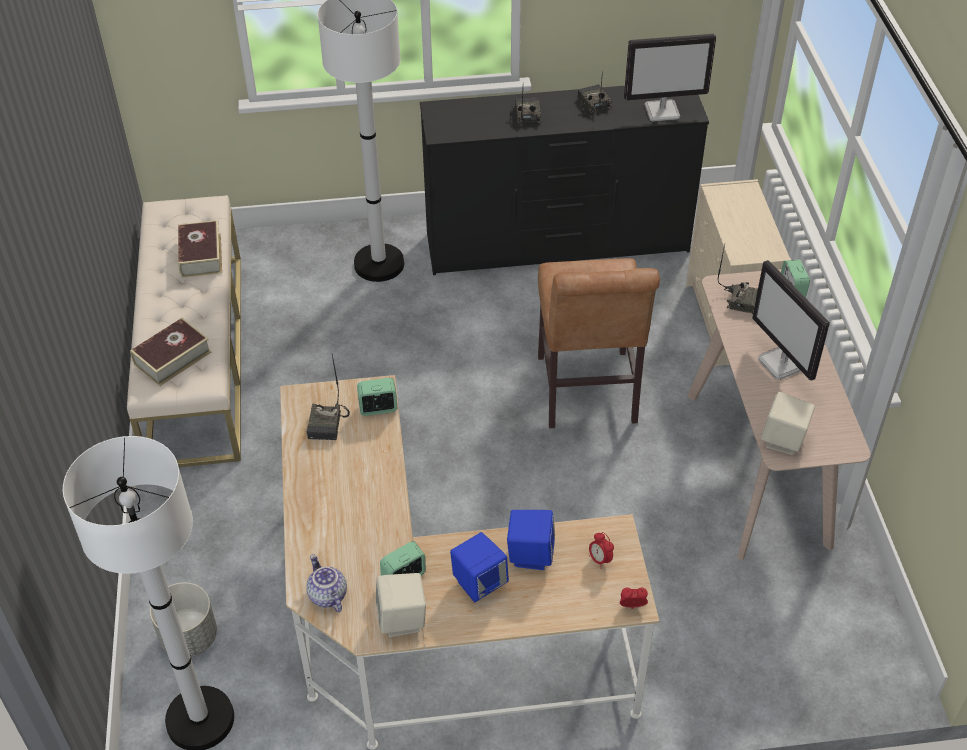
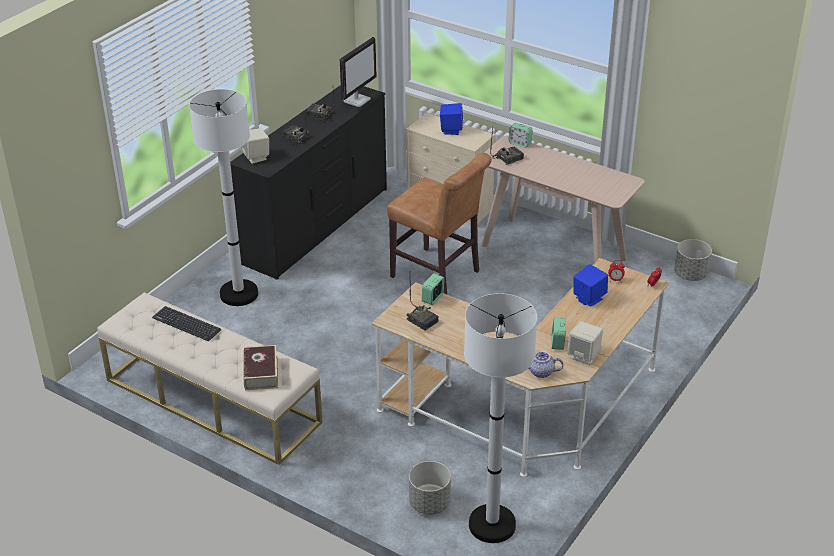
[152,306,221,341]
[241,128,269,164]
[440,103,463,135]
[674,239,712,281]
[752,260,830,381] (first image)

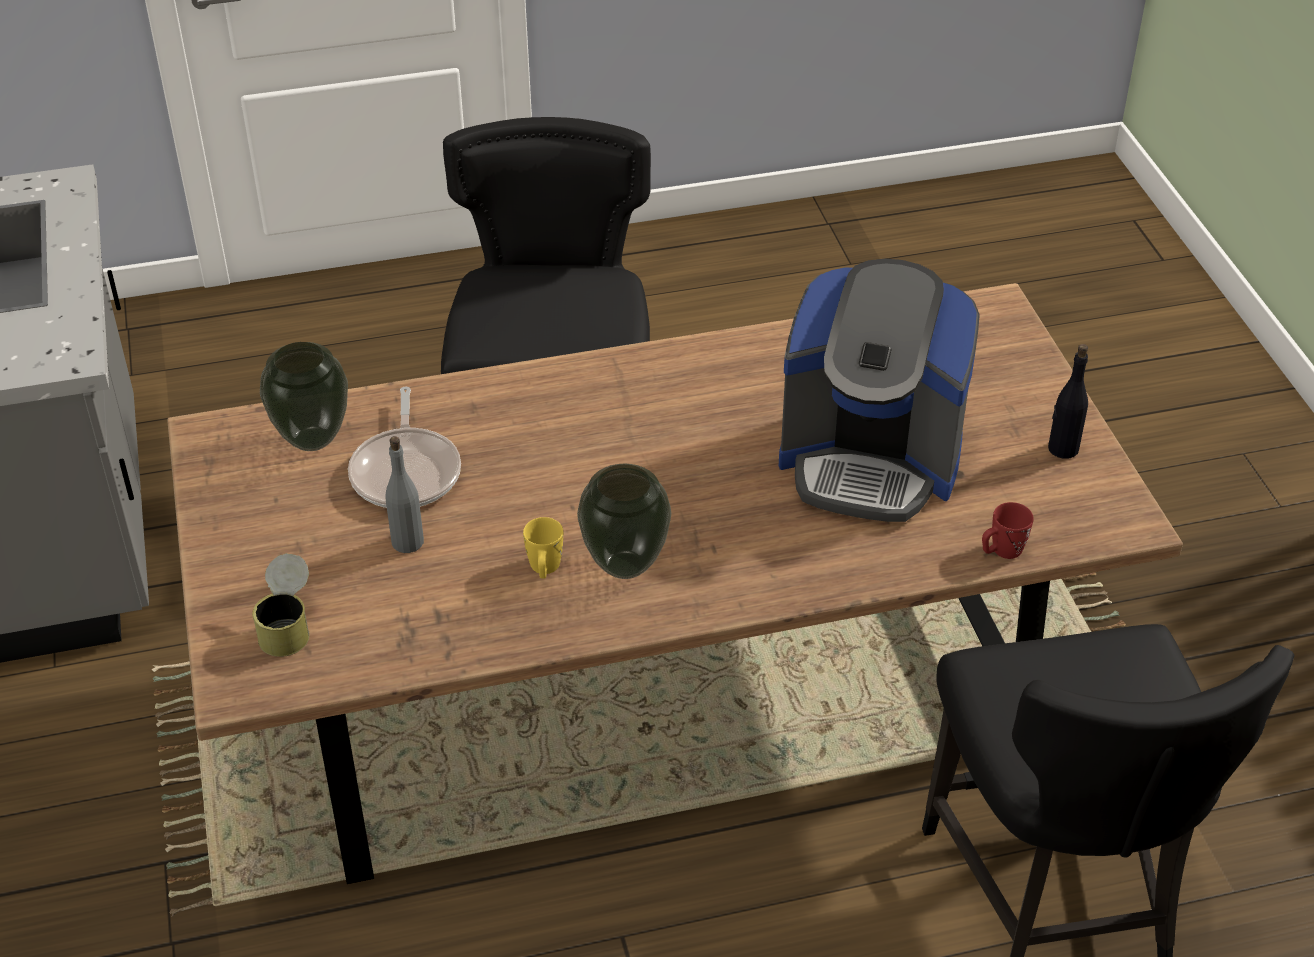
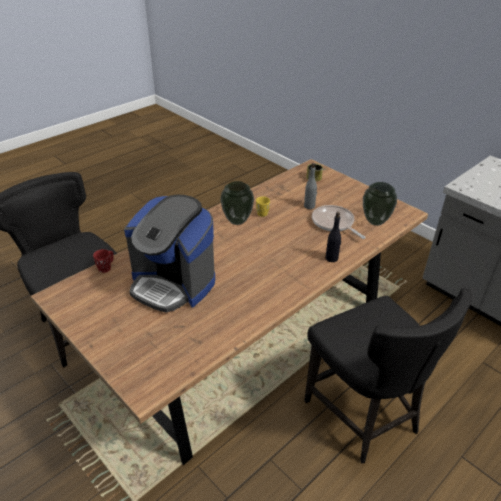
[124,195,215,313]
[325,212,341,262]

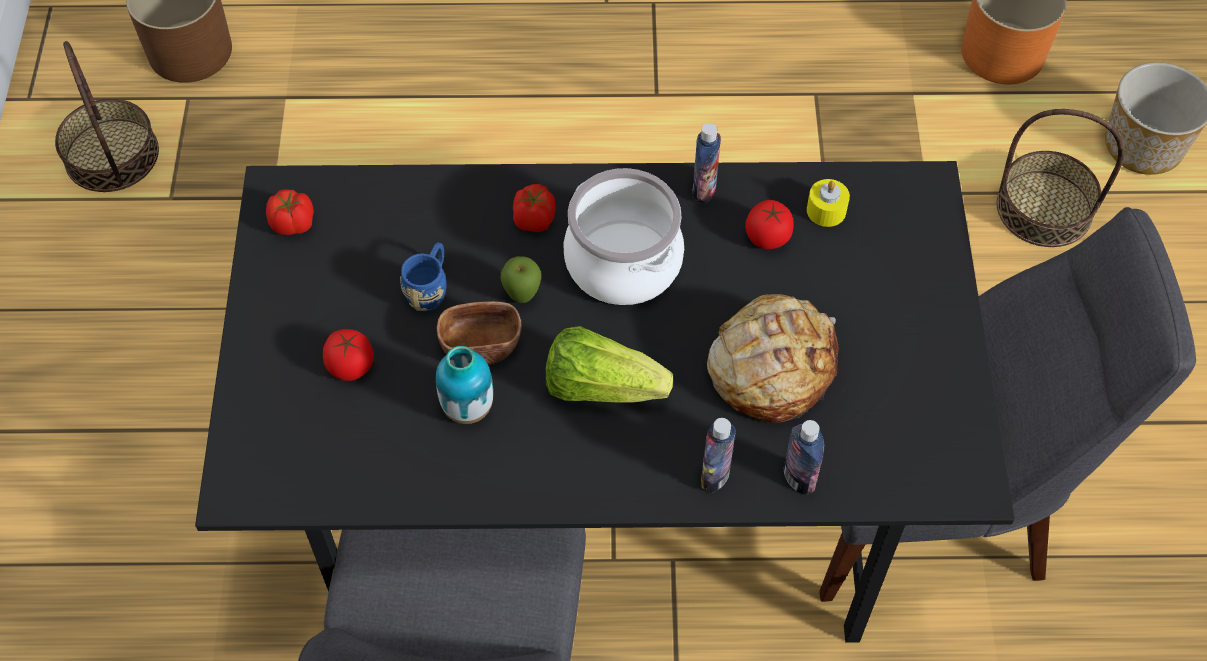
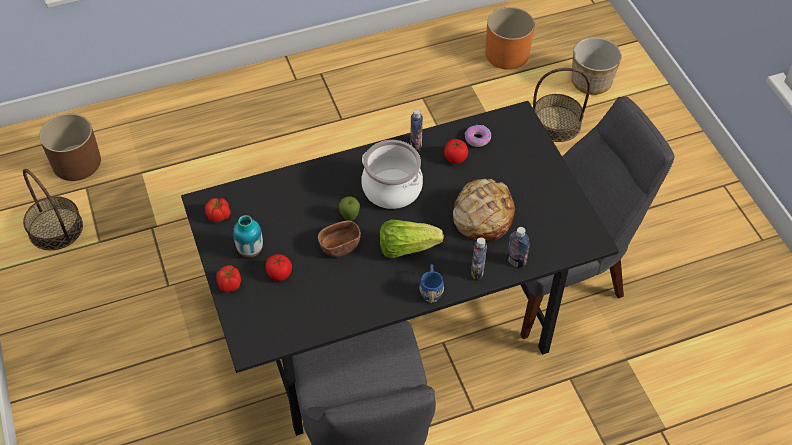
[216,265,241,292]
[233,215,263,257]
[419,264,444,303]
[464,124,491,147]

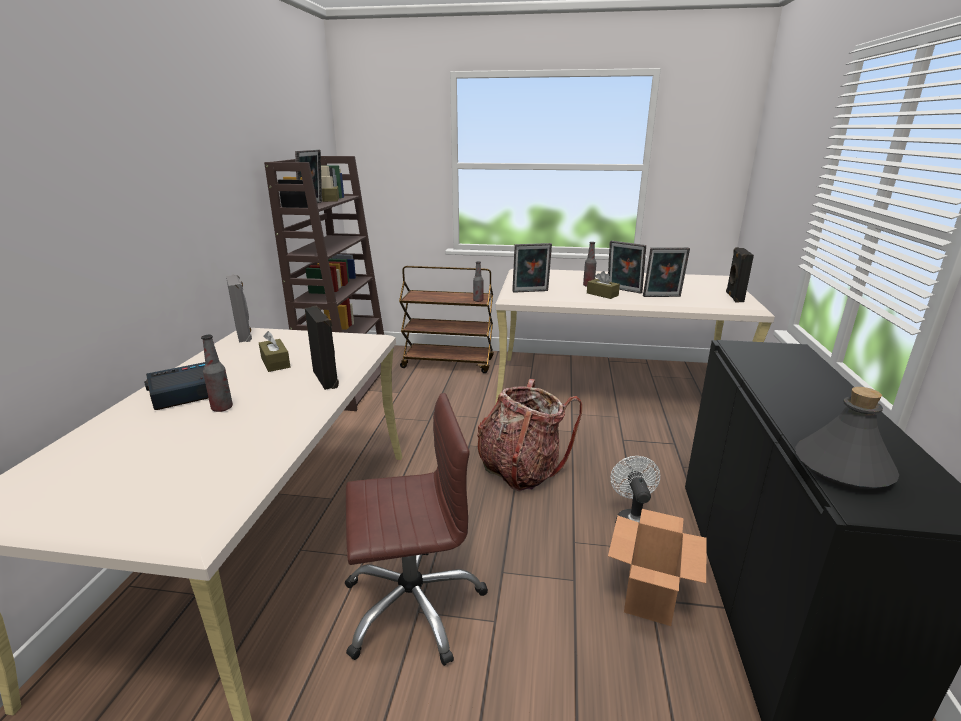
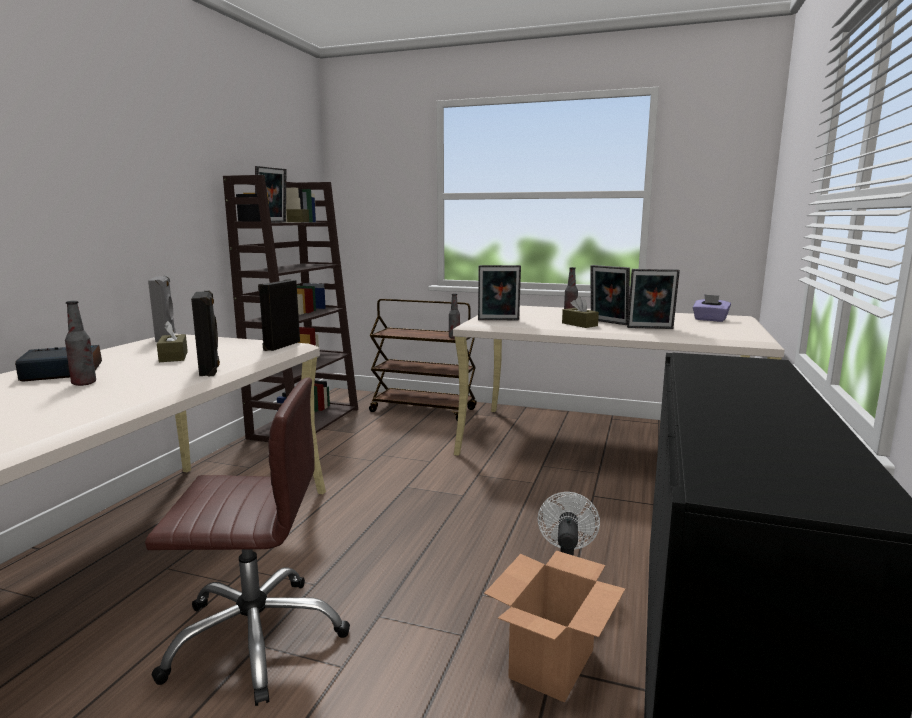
[258,279,300,351]
[692,294,731,322]
[477,379,582,492] (first image)
[795,387,899,490] (first image)

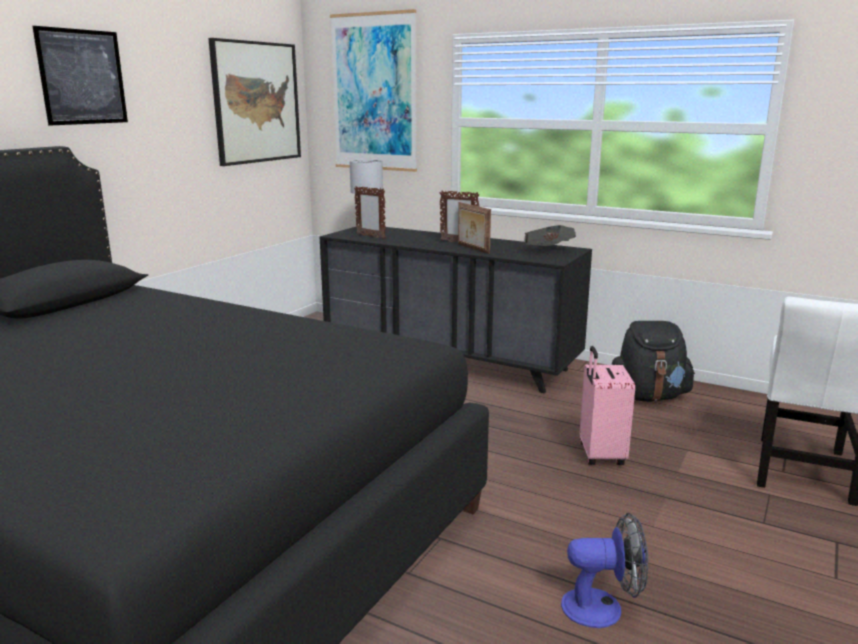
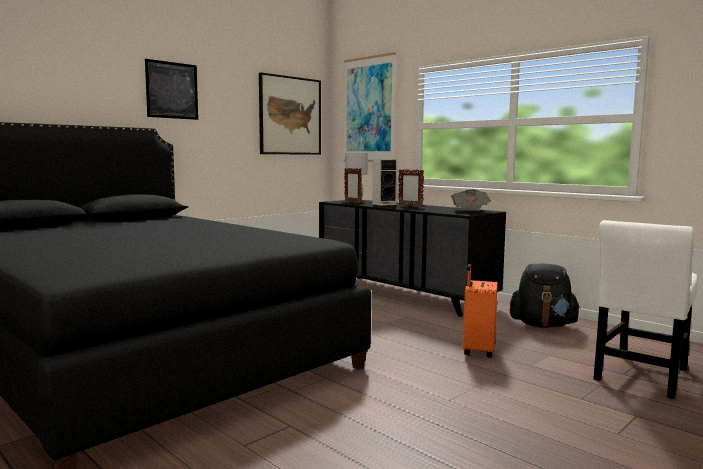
[372,159,397,206]
[463,264,498,358]
[458,202,491,254] (first image)
[561,513,648,628] (first image)

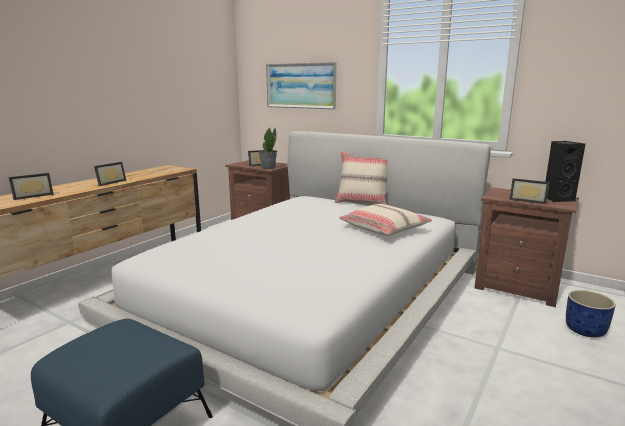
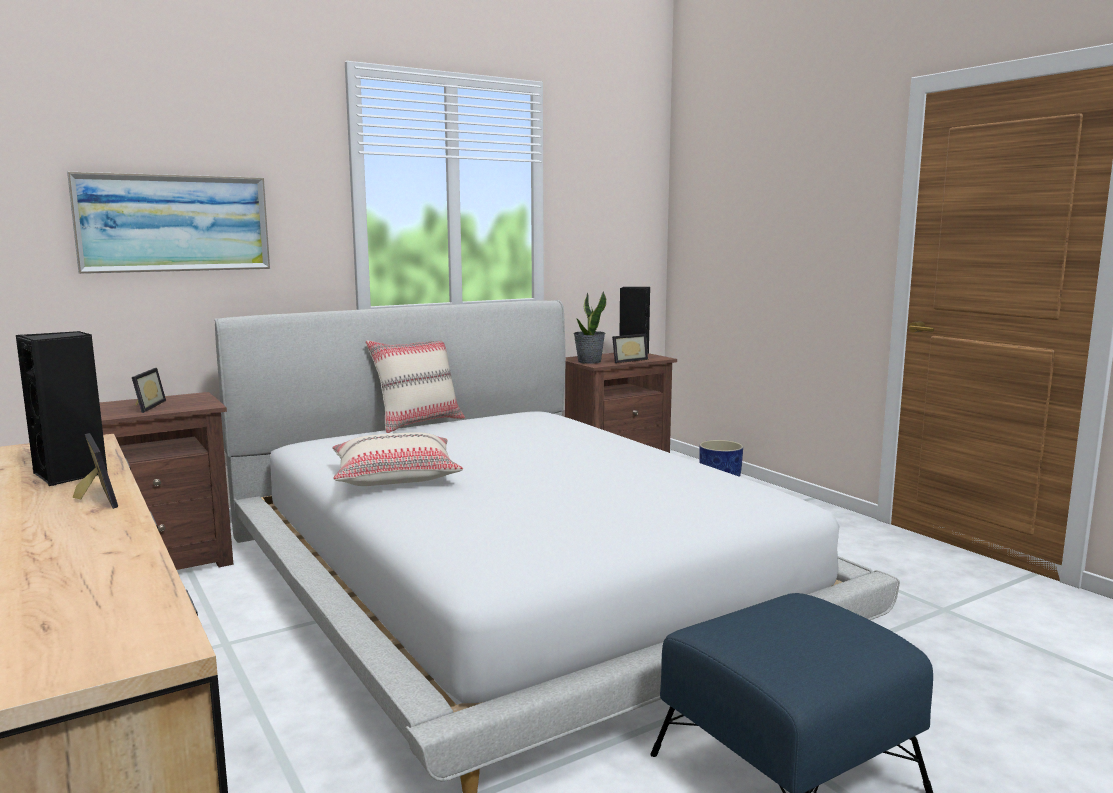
[16,331,108,486]
[332,432,463,486]
[574,291,606,364]
[9,173,54,200] (first image)

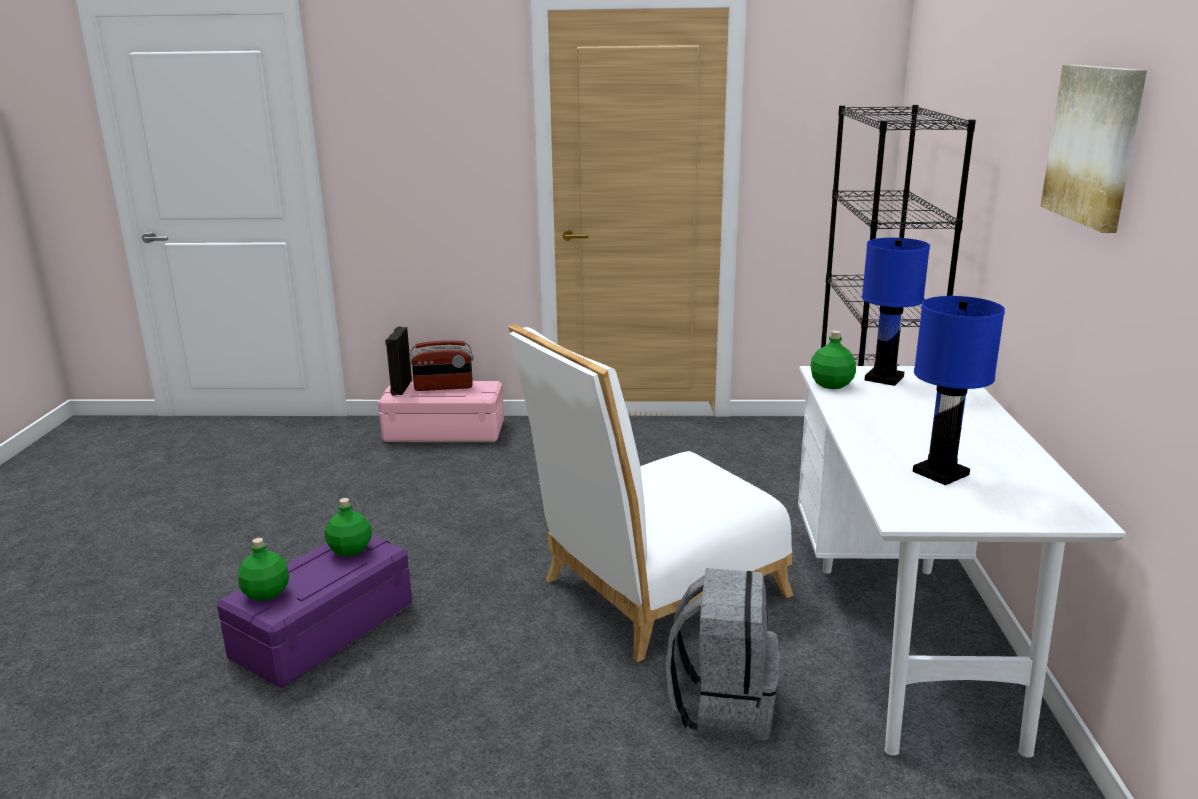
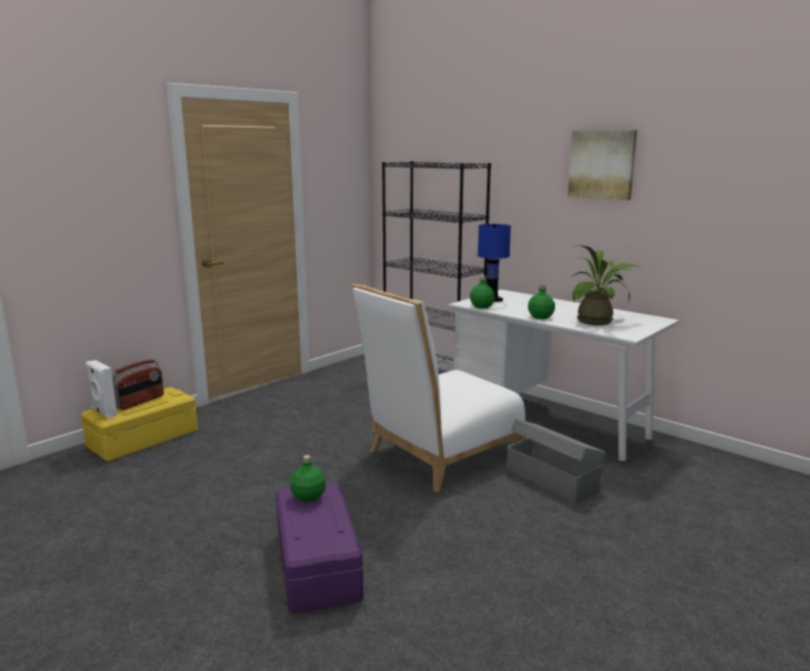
[81,387,198,462]
[86,360,117,419]
[352,283,525,492]
[507,419,606,503]
[528,284,555,319]
[571,245,642,325]

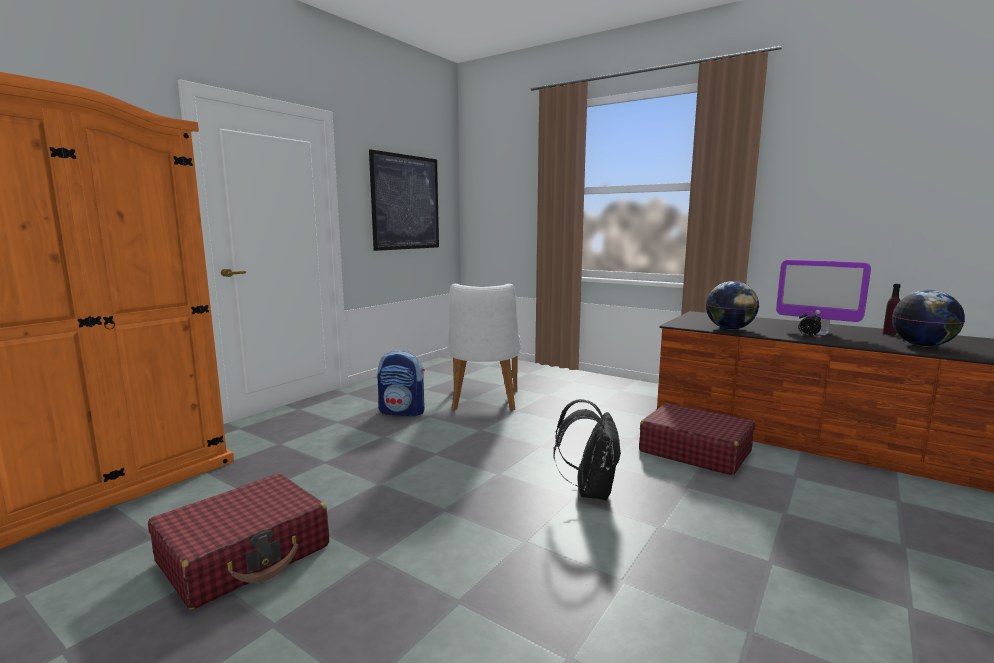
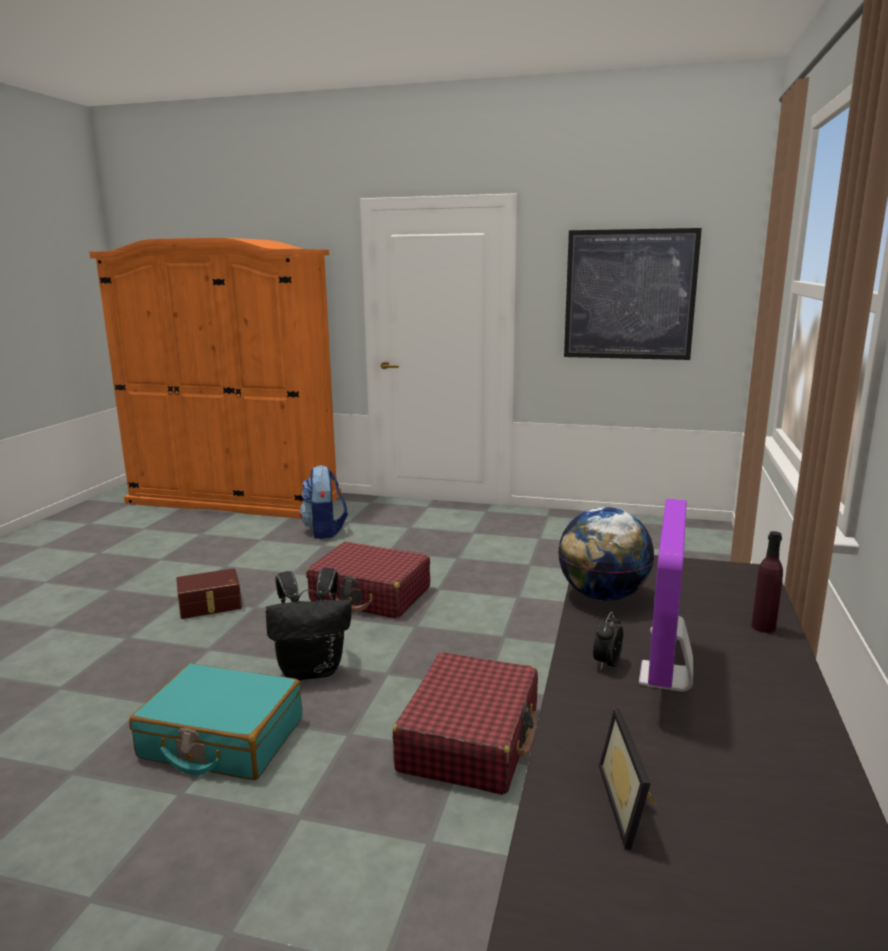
[129,663,302,780]
[176,568,242,619]
[299,465,348,539]
[306,542,430,619]
[599,707,656,850]
[751,531,783,633]
[447,284,521,411] (first image)

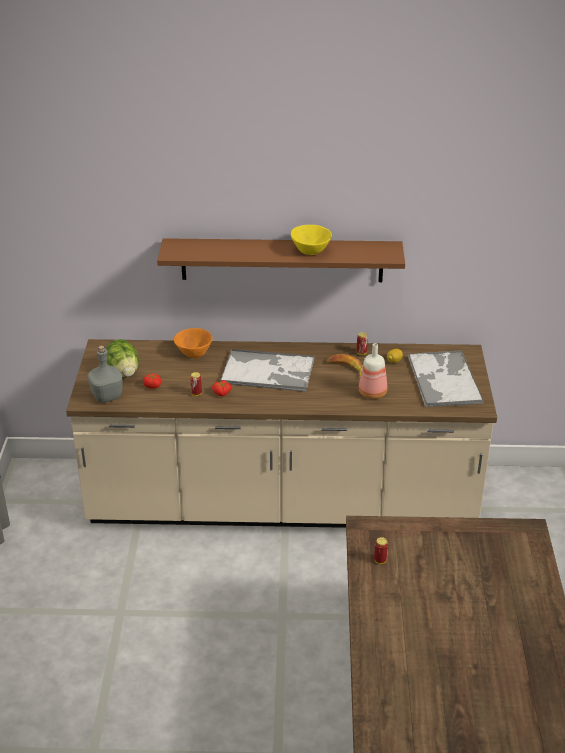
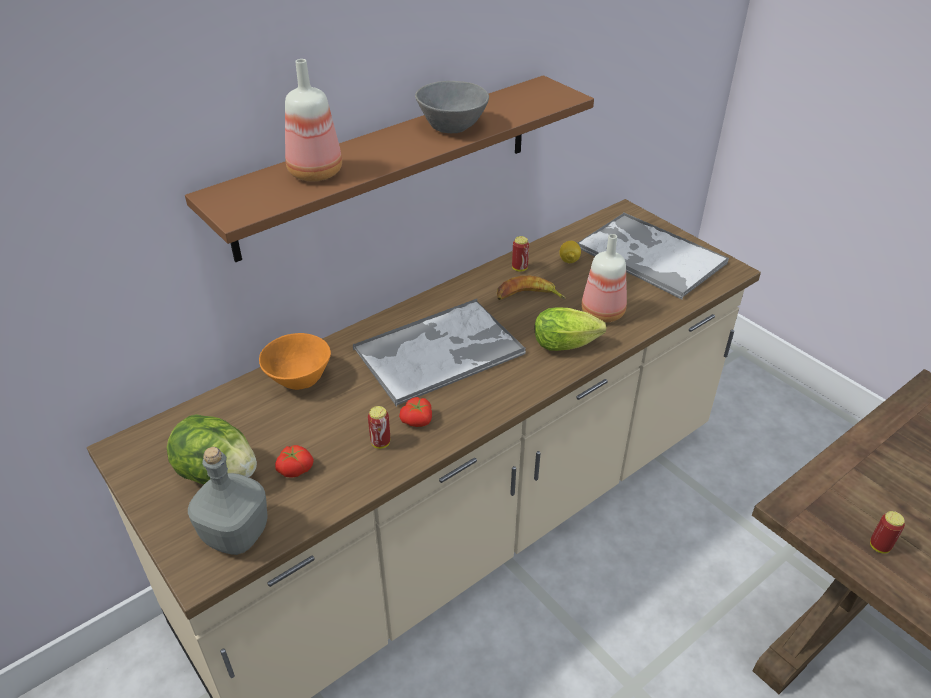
[285,59,342,182]
[415,81,489,133]
[535,307,606,351]

